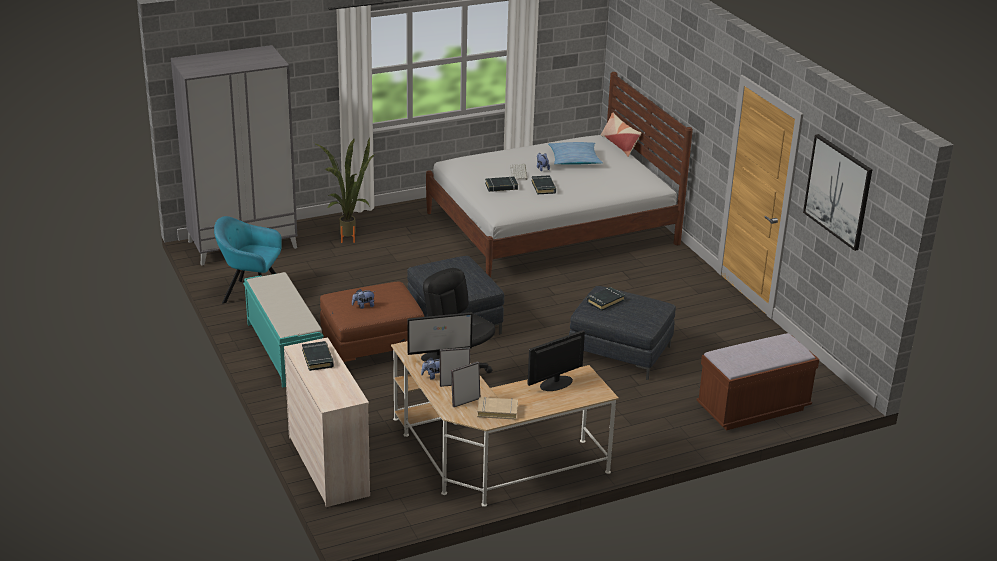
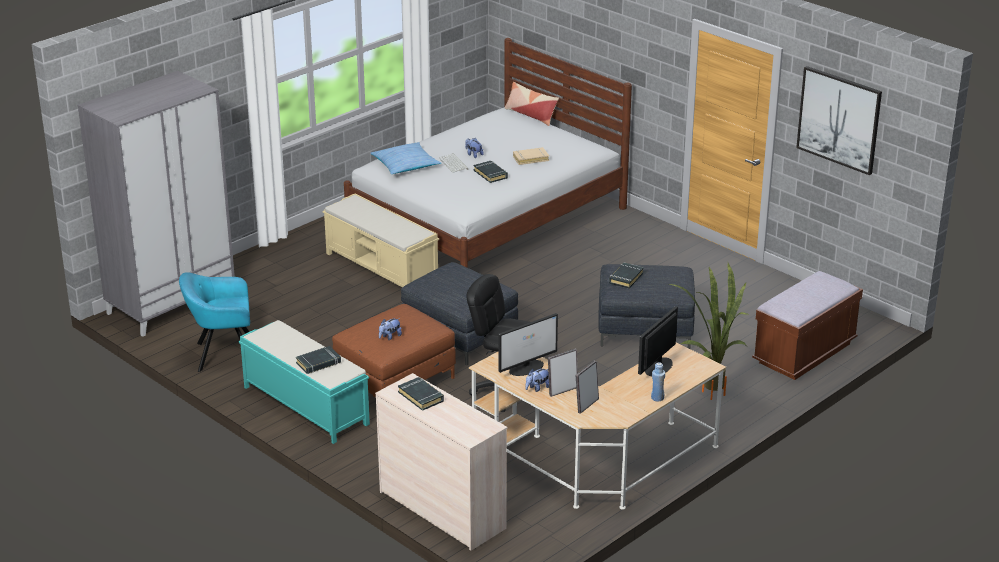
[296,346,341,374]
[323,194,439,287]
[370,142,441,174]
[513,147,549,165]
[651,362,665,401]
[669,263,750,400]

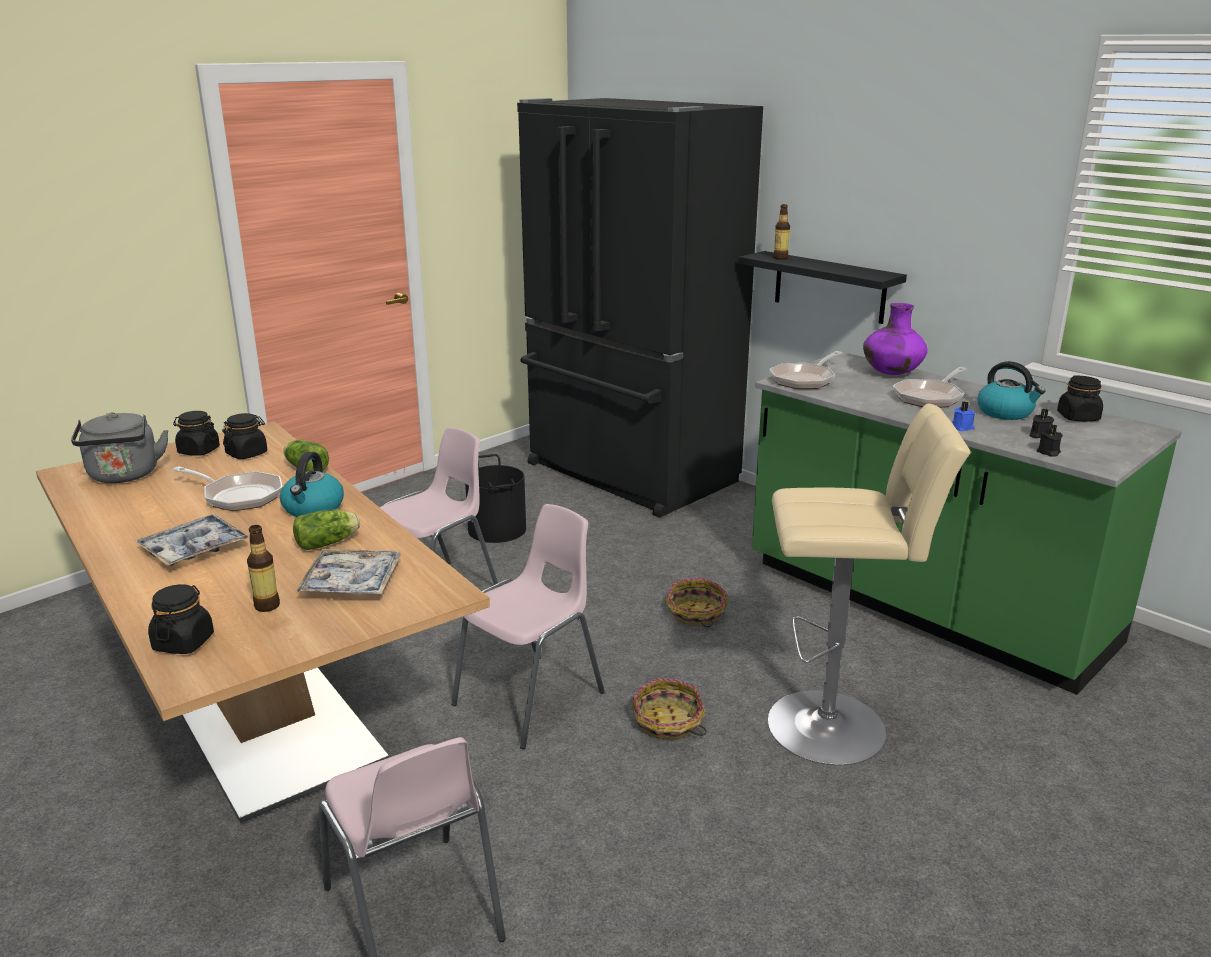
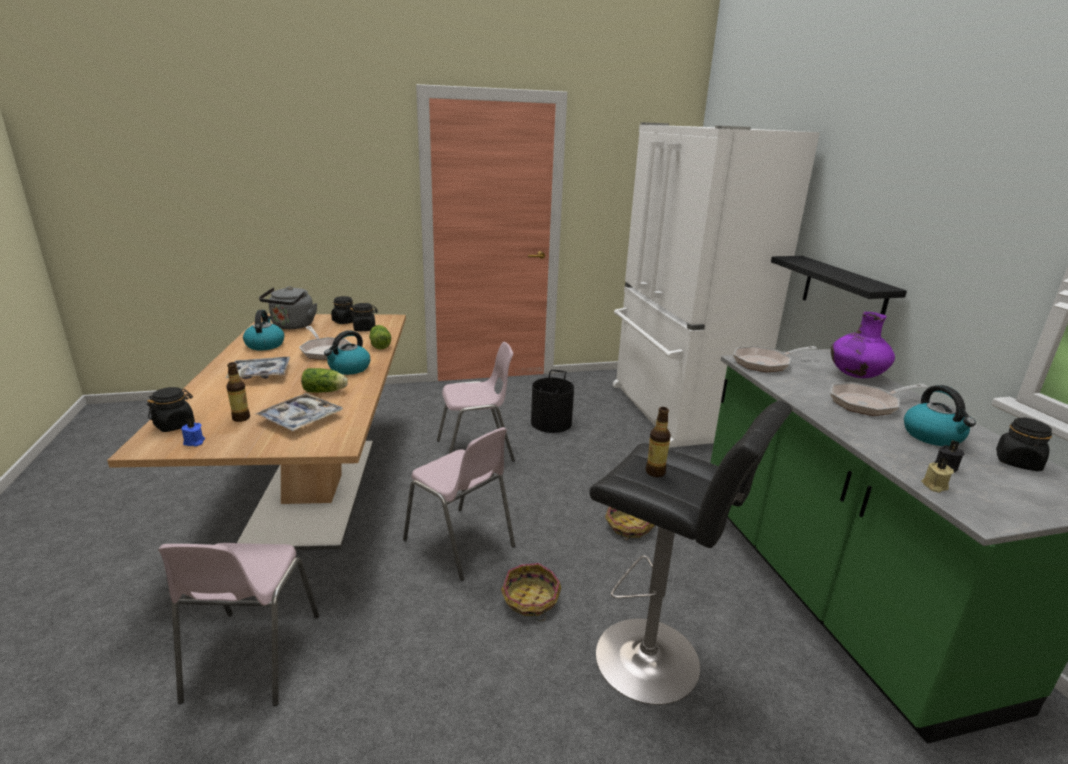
[181,418,205,447]
[243,310,284,350]
[403,427,515,581]
[589,400,793,705]
[612,122,820,448]
[646,407,671,477]
[921,457,954,493]

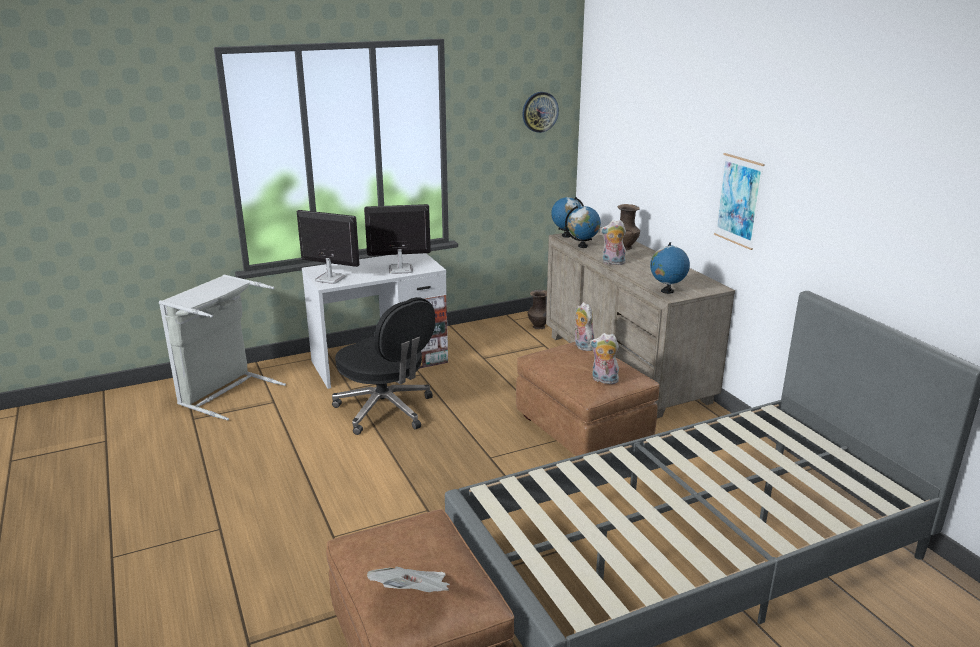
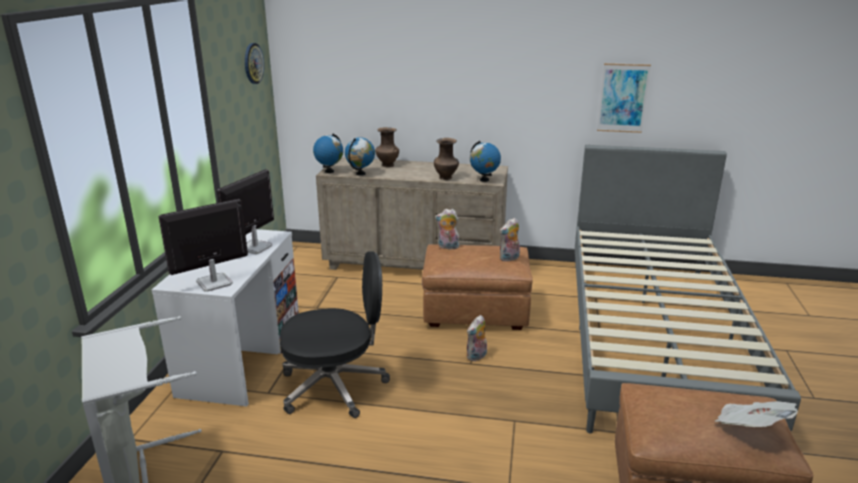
[434,138,459,180]
[467,315,487,361]
[597,63,651,133]

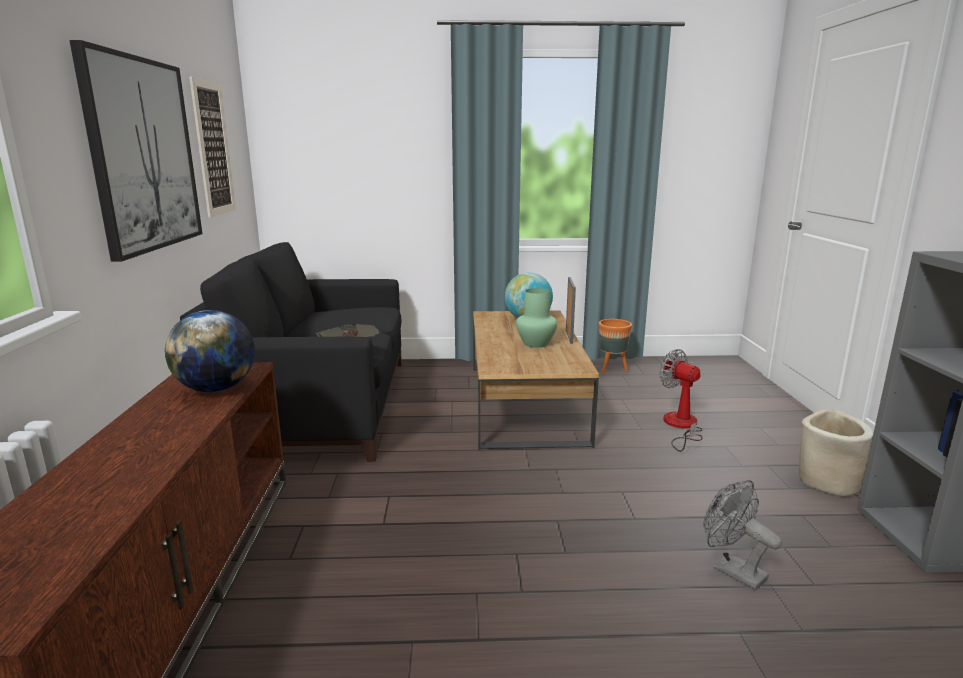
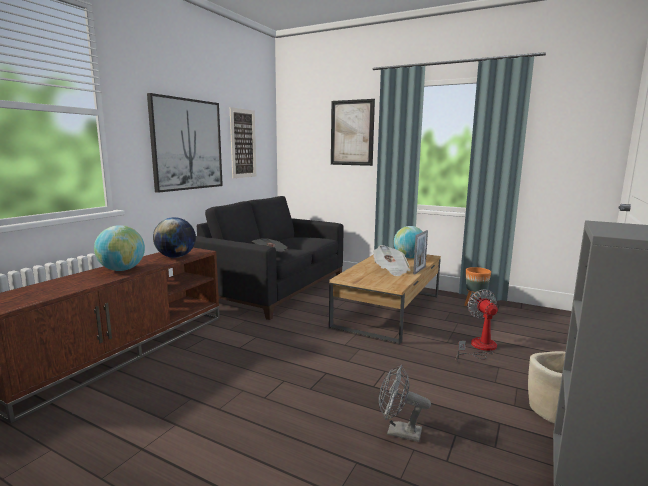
[94,225,145,271]
[331,99,375,166]
[373,245,410,276]
[379,365,431,442]

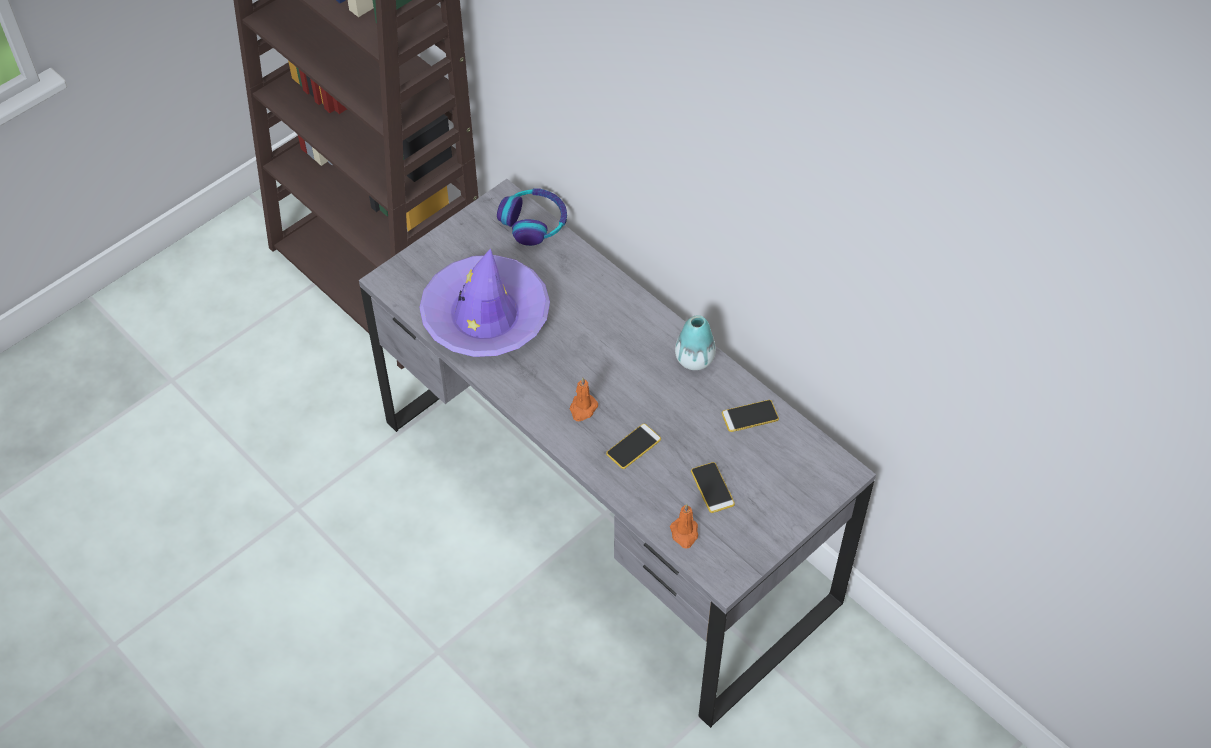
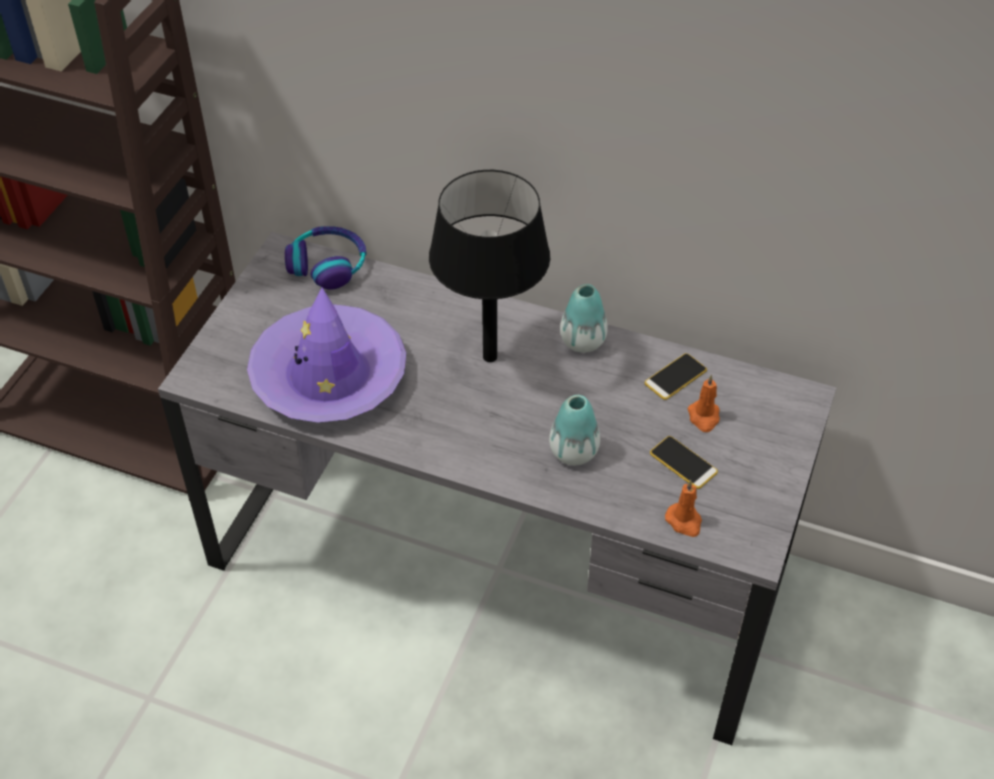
[429,170,550,362]
[549,395,600,465]
[688,375,720,432]

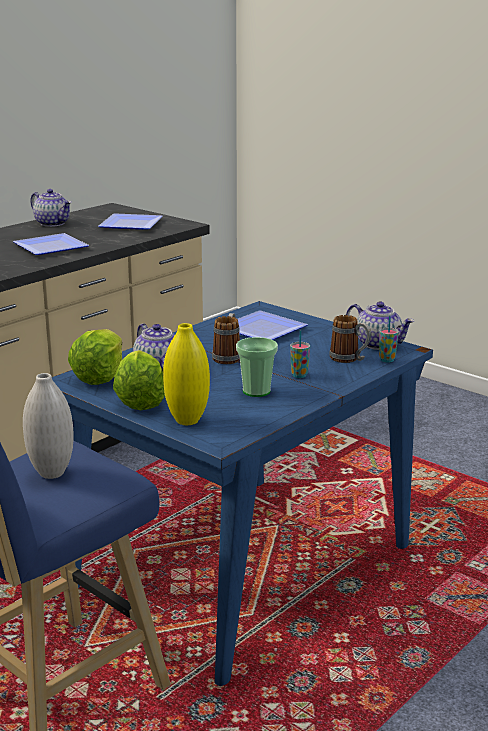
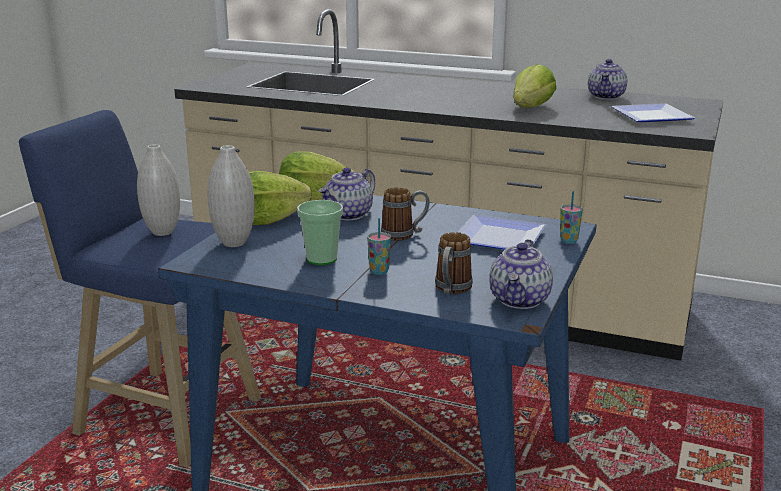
[207,145,255,247]
[514,64,557,108]
[560,191,583,244]

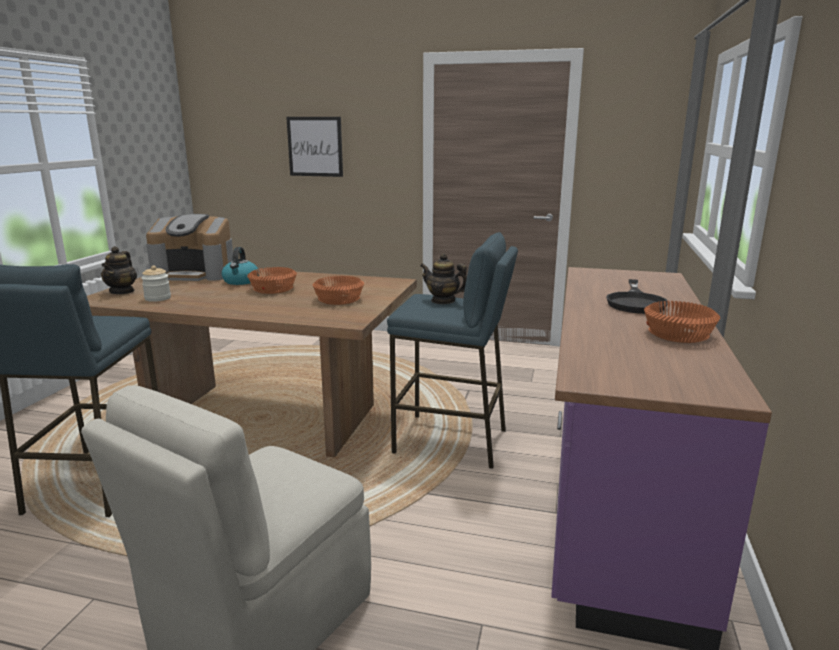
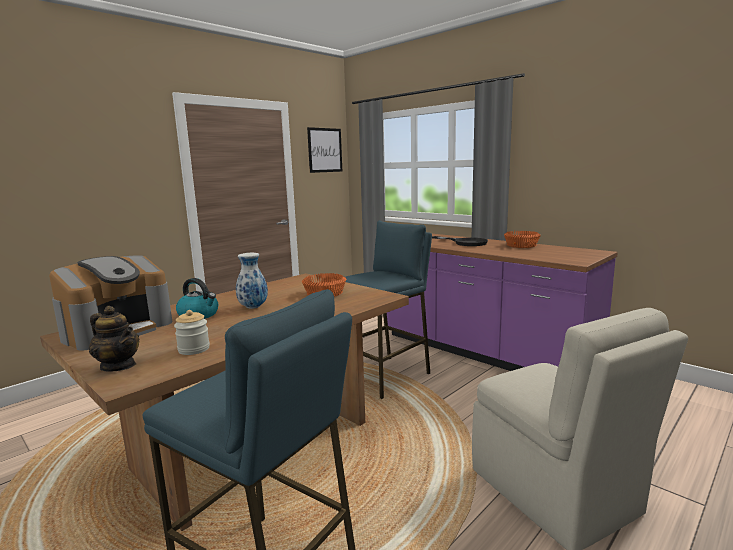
[236,253,268,309]
[307,127,342,173]
[420,253,467,304] (first image)

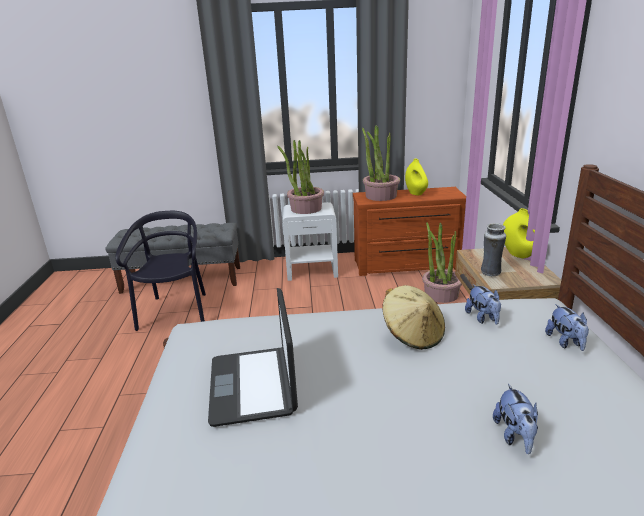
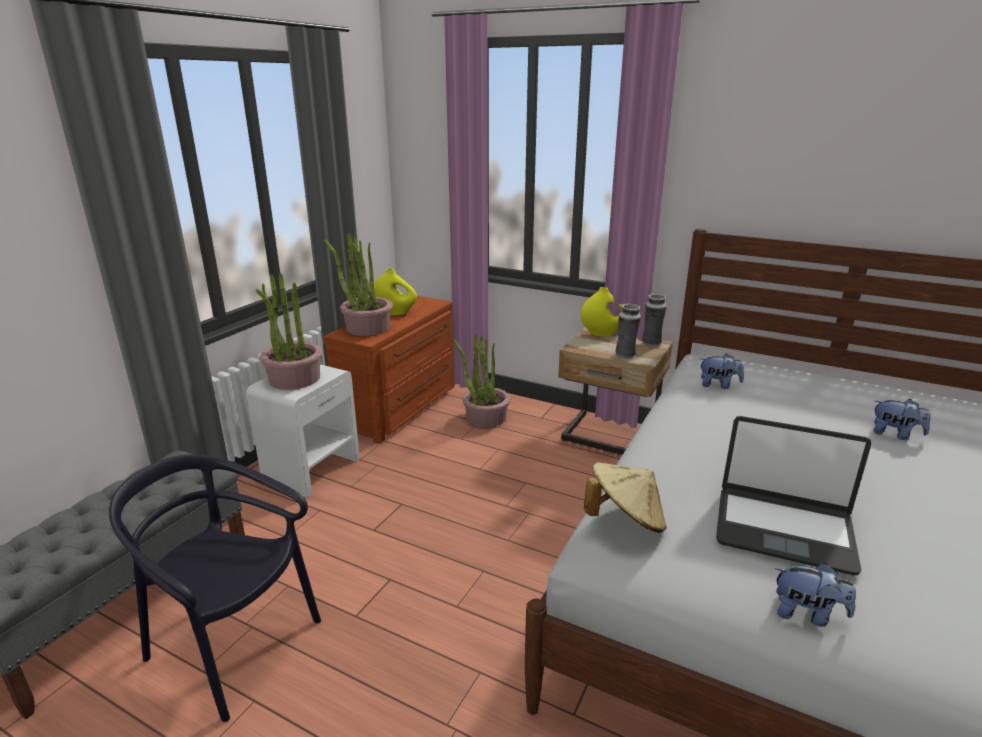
[584,462,666,533]
[642,294,667,346]
[775,563,856,627]

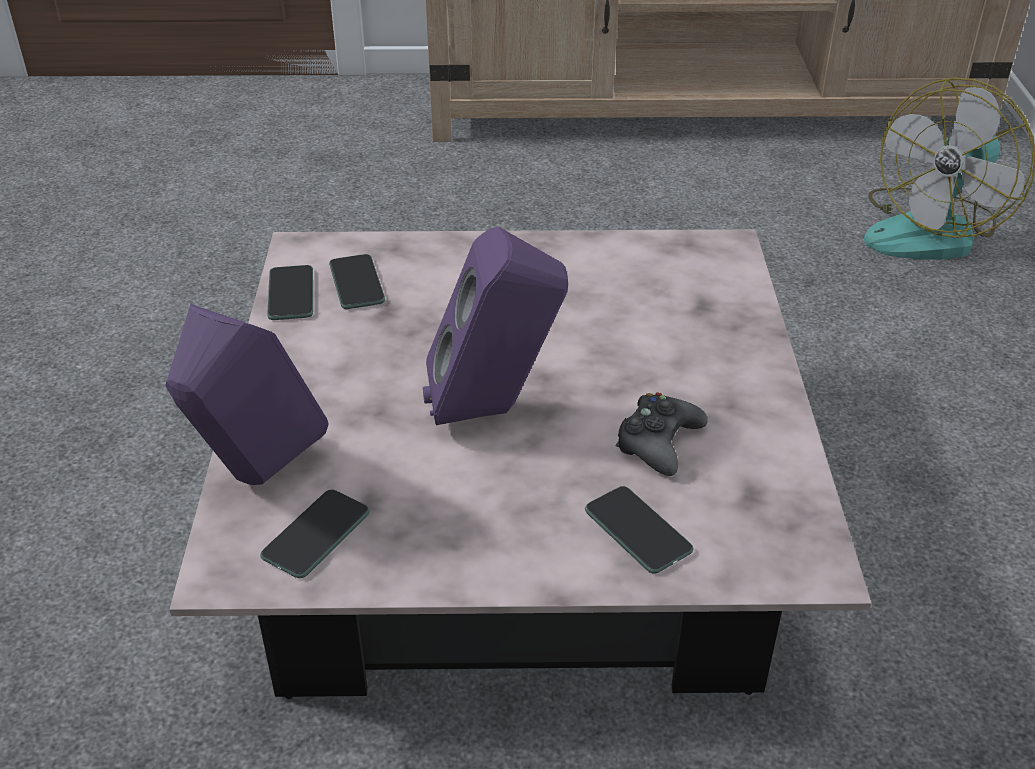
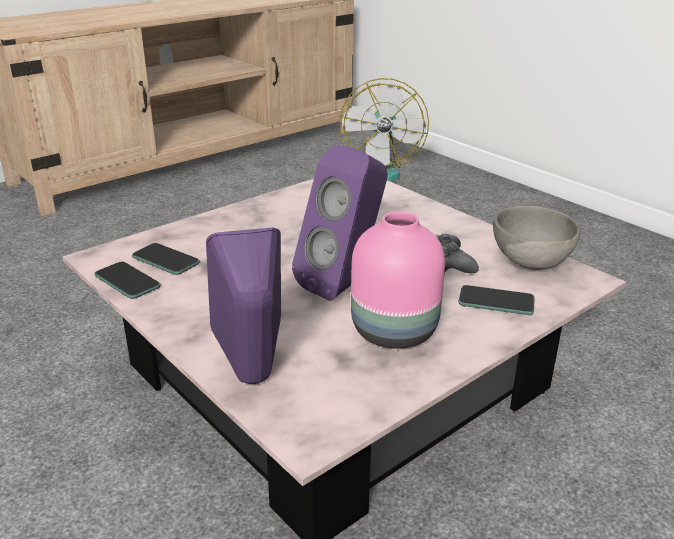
[351,211,445,349]
[493,205,580,270]
[260,489,370,578] (first image)

